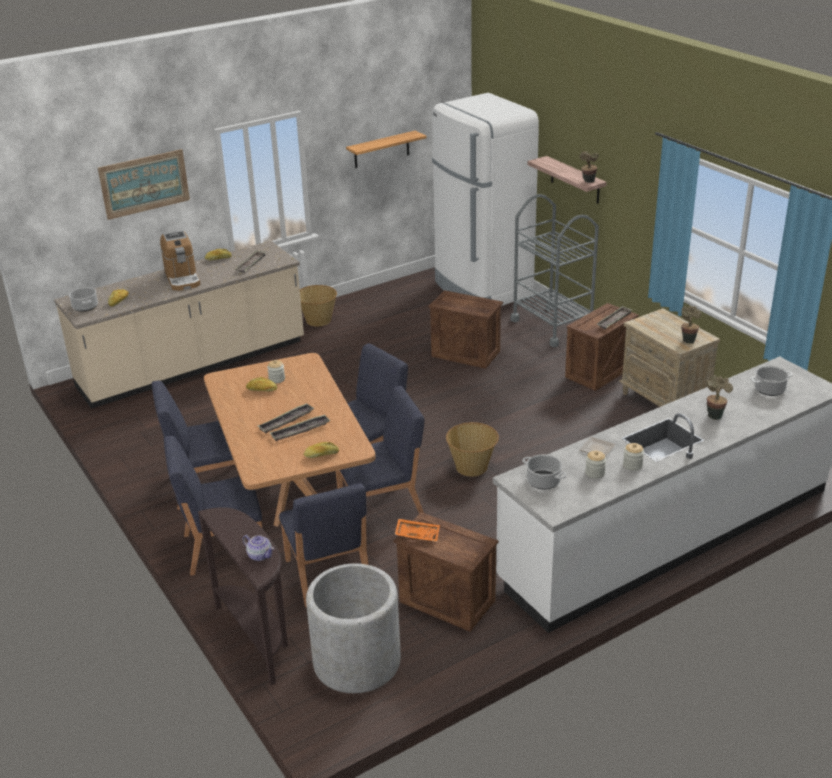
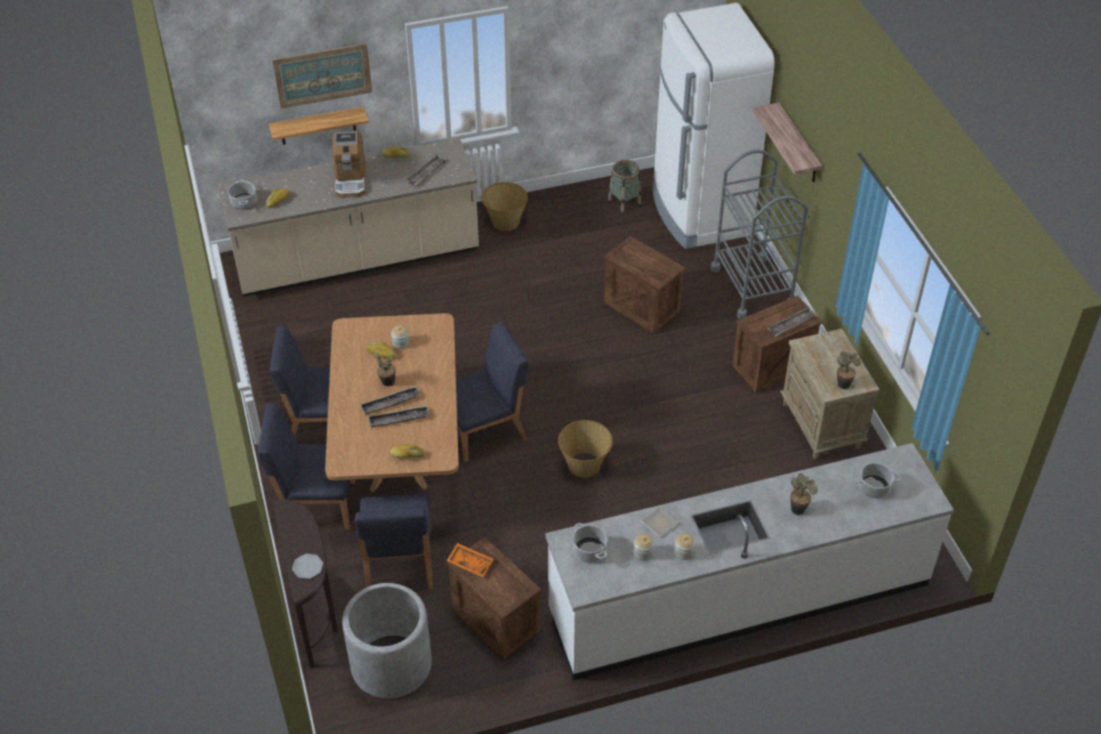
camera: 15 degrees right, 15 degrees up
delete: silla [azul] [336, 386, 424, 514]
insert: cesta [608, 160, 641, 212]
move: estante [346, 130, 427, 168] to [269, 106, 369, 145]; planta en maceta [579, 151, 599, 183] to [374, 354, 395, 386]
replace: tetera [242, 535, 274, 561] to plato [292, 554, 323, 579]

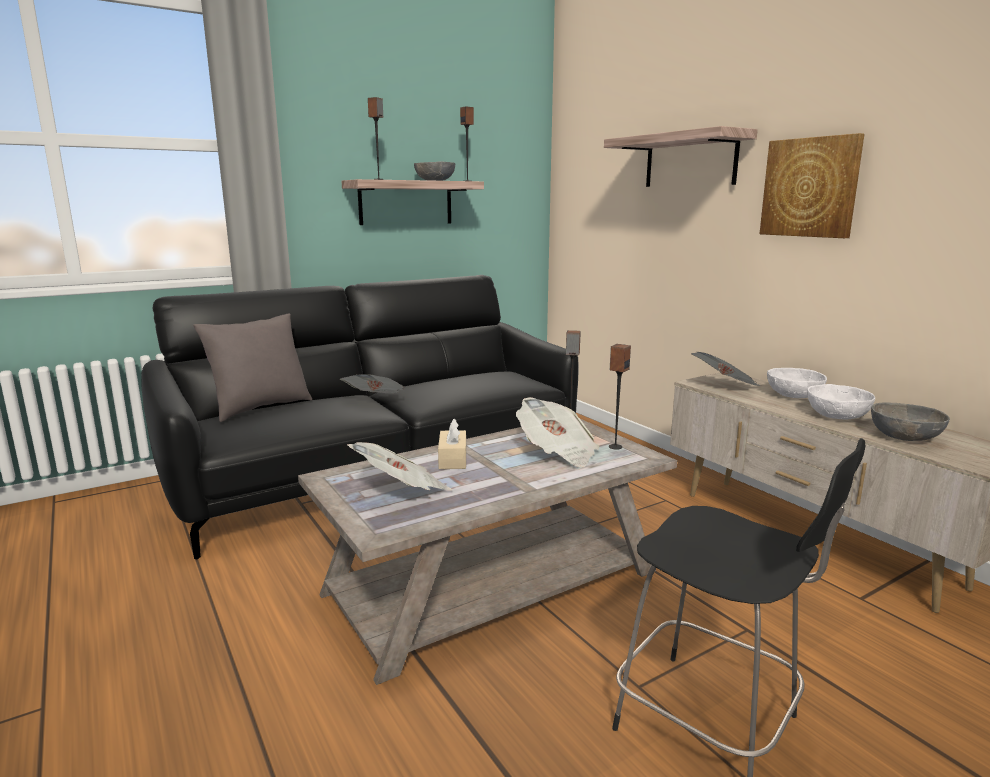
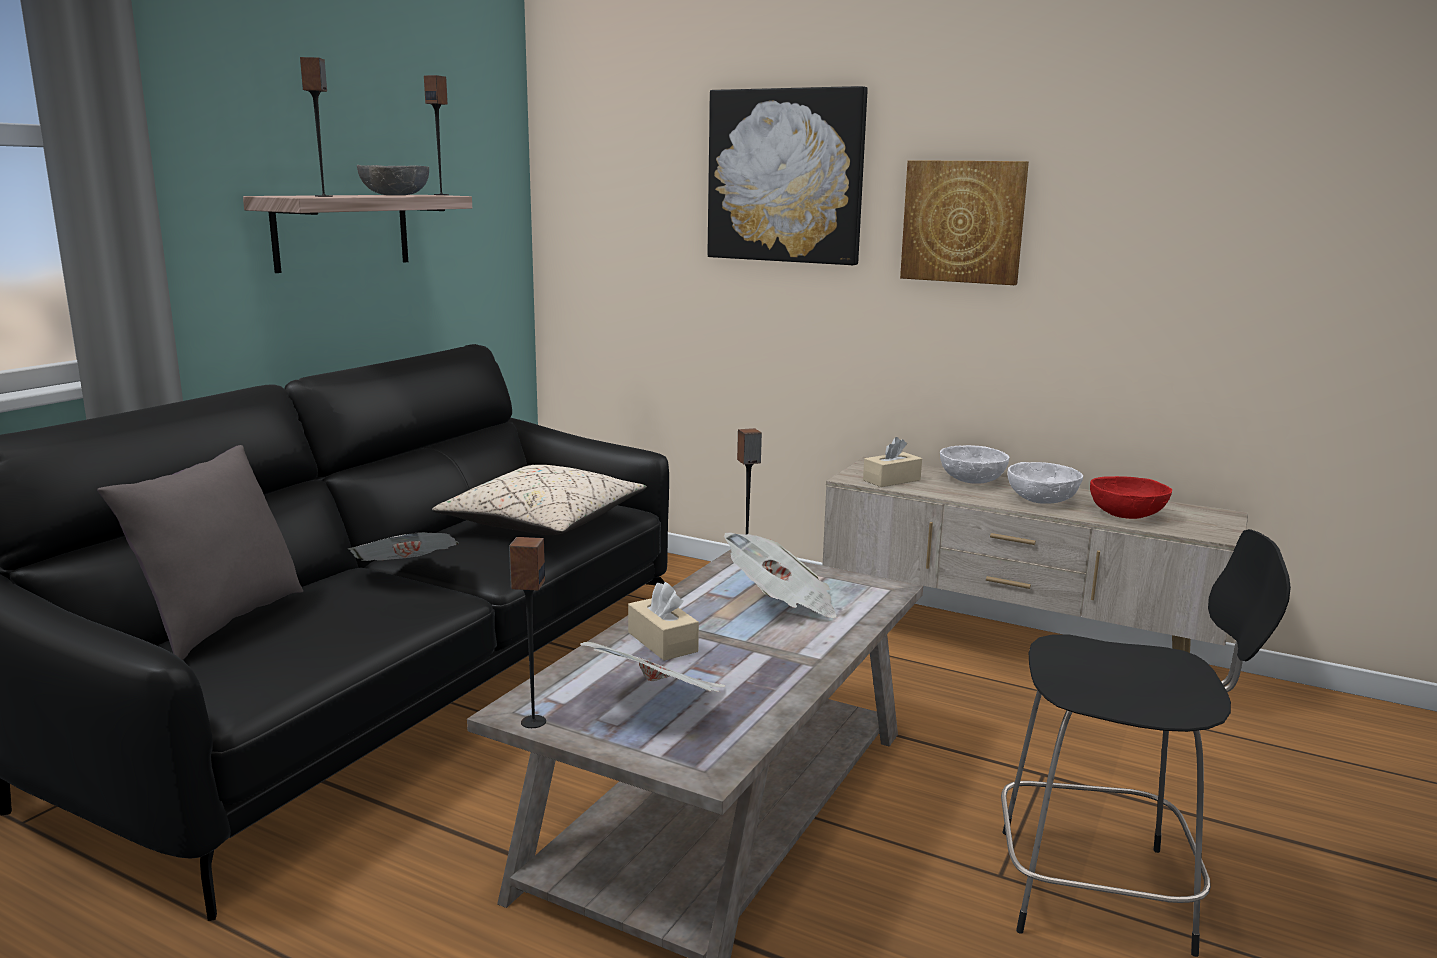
camera: 30 degrees left, 0 degrees up
insert: cojín [beis] [432, 465, 647, 535]
move: altavoz [609, 344, 631, 450] to [509, 537, 546, 728]
replace: estante [604, 126, 758, 187] to cuadro [707, 86, 868, 265]; periódico [691, 352, 761, 386] to caja de pañuelos [beis] [863, 437, 922, 487]
recolor: cuenco [gris] [871, 403, 950, 441] to cuenco [rojo] [1090, 476, 1172, 519]

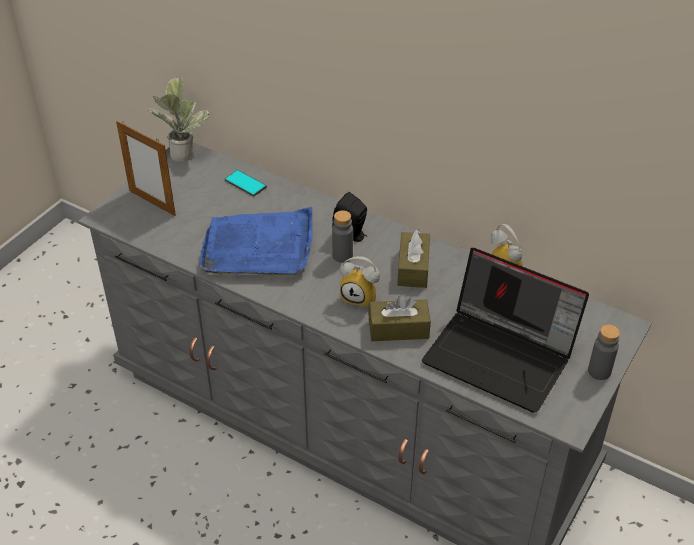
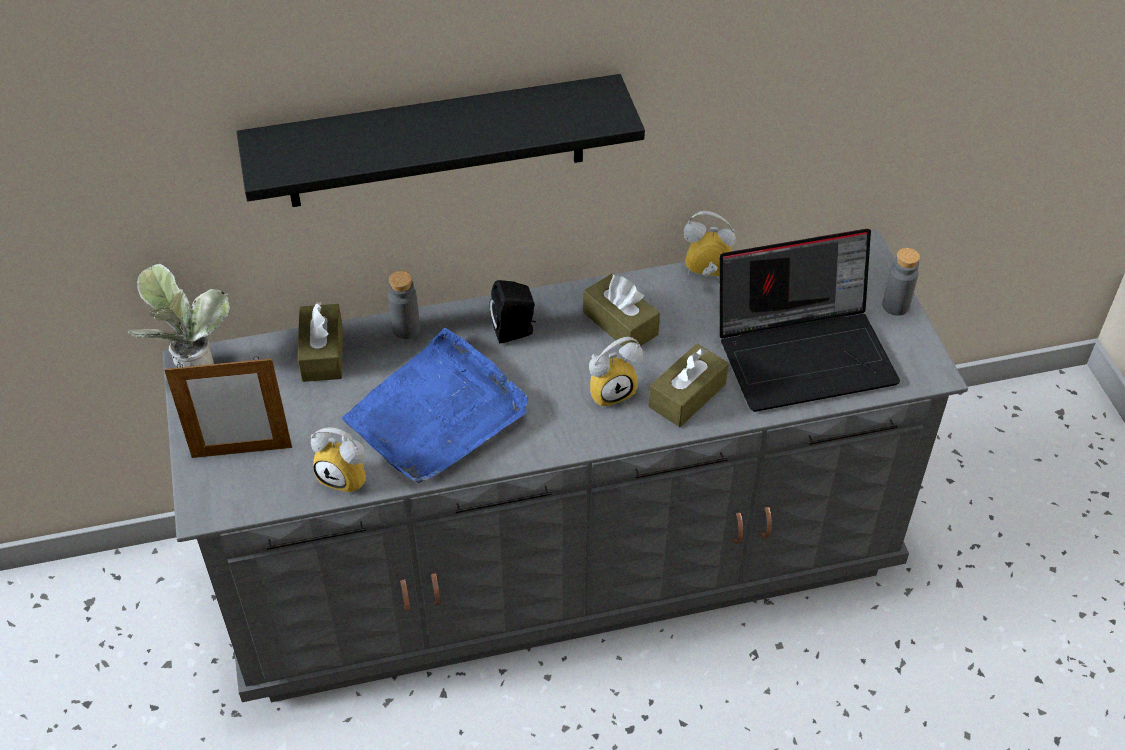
camera: 45 degrees left, 5 degrees up
insert: estante [negro] [237, 74, 645, 207]; despertador [311, 427, 366, 494]
move: botella [gris] [332, 210, 353, 263] to [388, 271, 420, 339]
replace: móvil [225, 170, 267, 197] to caja de pañuelos [marrón] [298, 302, 343, 382]

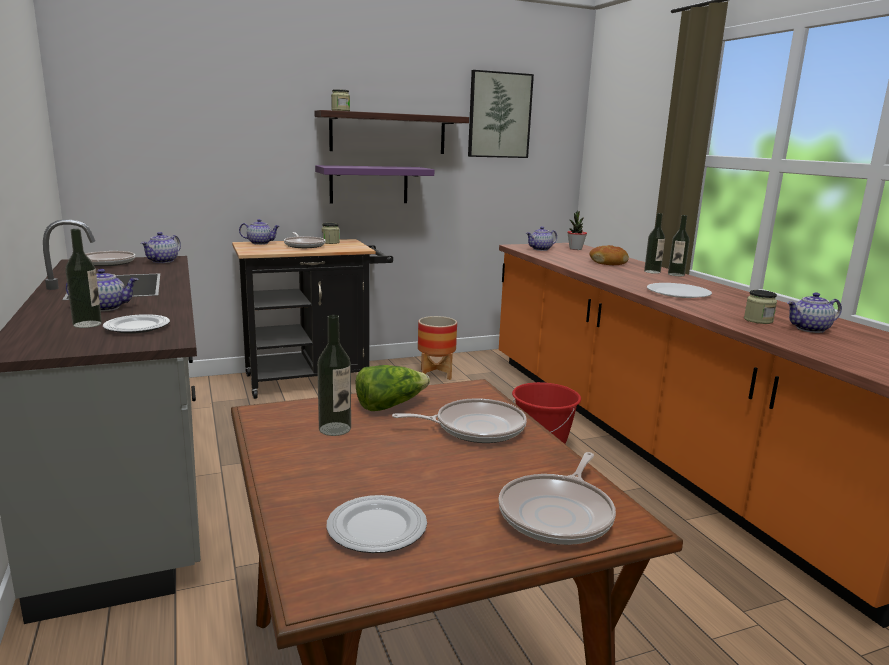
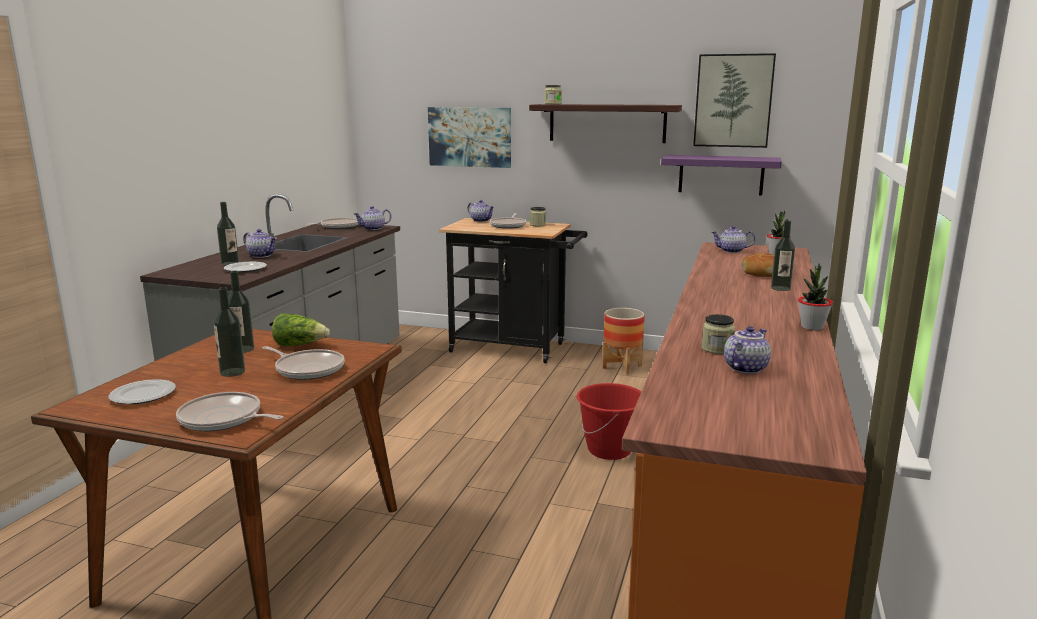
camera: 40 degrees right, 0 degrees up
delete: plato [blanco] [647, 283, 712, 298]
insert: cuadro [428, 107, 511, 168]; planta en maceta [798, 263, 833, 331]
move: estante [morado] [315, 165, 434, 204] to [661, 155, 782, 196]; botella [668, 215, 690, 276] to [214, 287, 245, 377]
rotate: sartén [498, 452, 616, 545] = [176, 392, 283, 431] 45 degrees clockwise; tetera [787, 292, 842, 333] = [724, 326, 771, 374] 105 degrees clockwise

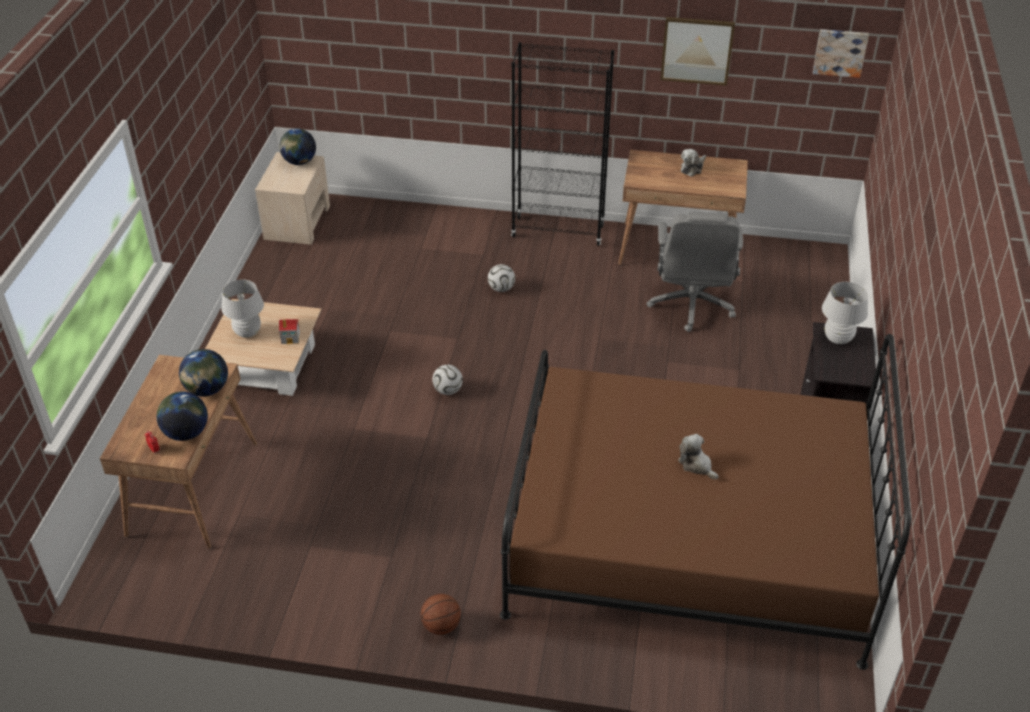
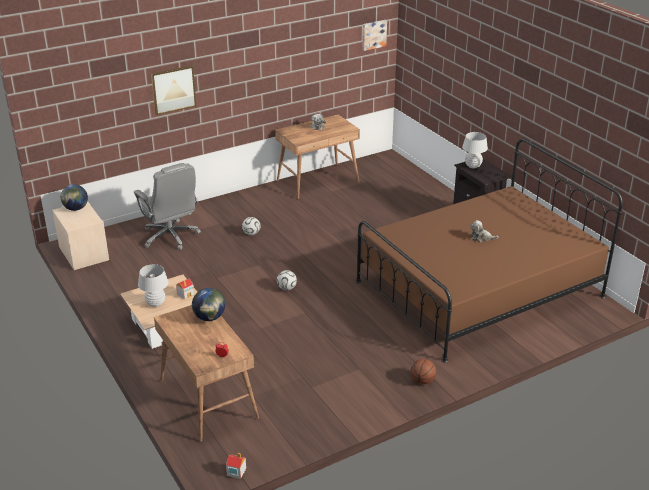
camera: 40 degrees left, 10 degrees down
delete: globo terráqueo [157, 391, 208, 441]; estantería [negro] [511, 42, 614, 246]
insert: casita [226, 453, 246, 479]
move: silla de oficina [gris] [646, 212, 743, 332] to [134, 163, 201, 250]; cuadro [660, 17, 735, 86] to [151, 65, 196, 115]

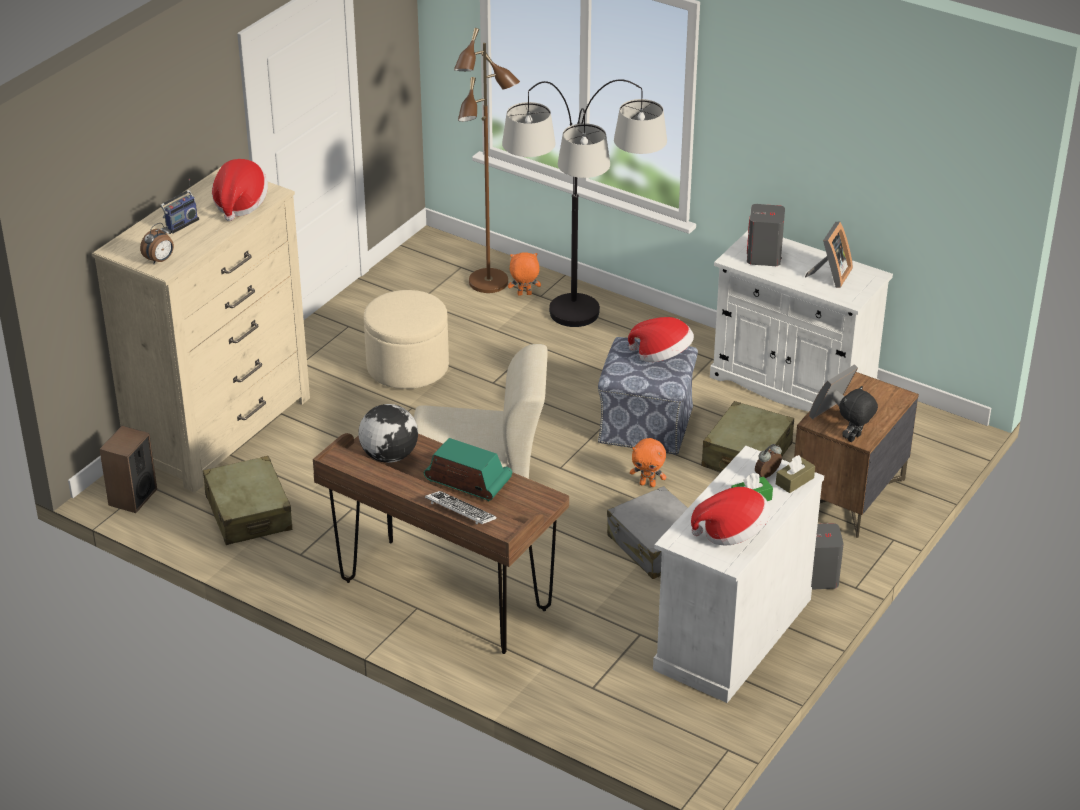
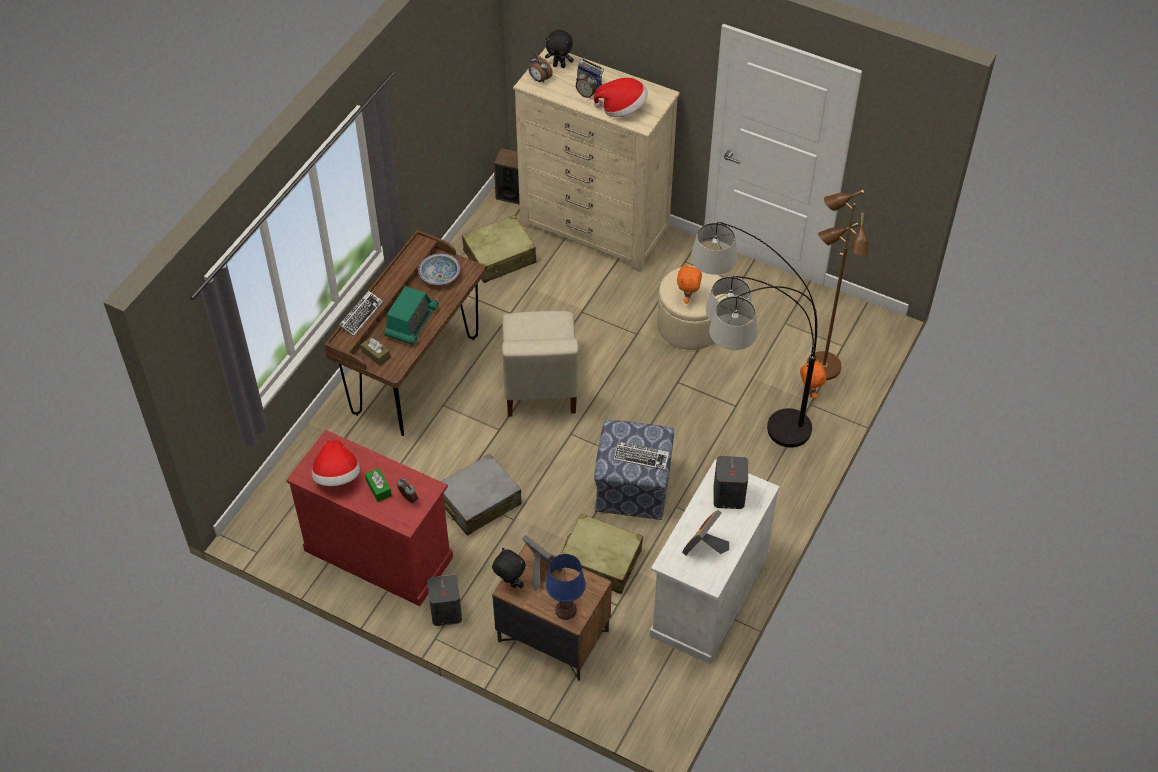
camera: 85 degrees right, 15 degrees up
insert: peluche [negro] [545, 30, 574, 68]; lámpara de mesa [azul] [546, 554, 586, 620]; despertador [576, 72, 596, 98]
move: peluche [naranja] [630, 438, 666, 487] to [677, 263, 702, 303]; caja de pañuelos [marrón] [776, 455, 815, 493] to [361, 337, 390, 366]
replace: globo terráqueo [358, 404, 418, 463] to cuenco [418, 254, 460, 285]; sombrero [628, 317, 694, 362] to teclado [614, 441, 669, 470]
recolor: armario [blanco] [653, 446, 824, 703] to armario [rojo] [286, 430, 453, 606]
rotate: portarretratos [805, 221, 853, 288] = [682, 510, 729, 555] 105 degrees clockwise

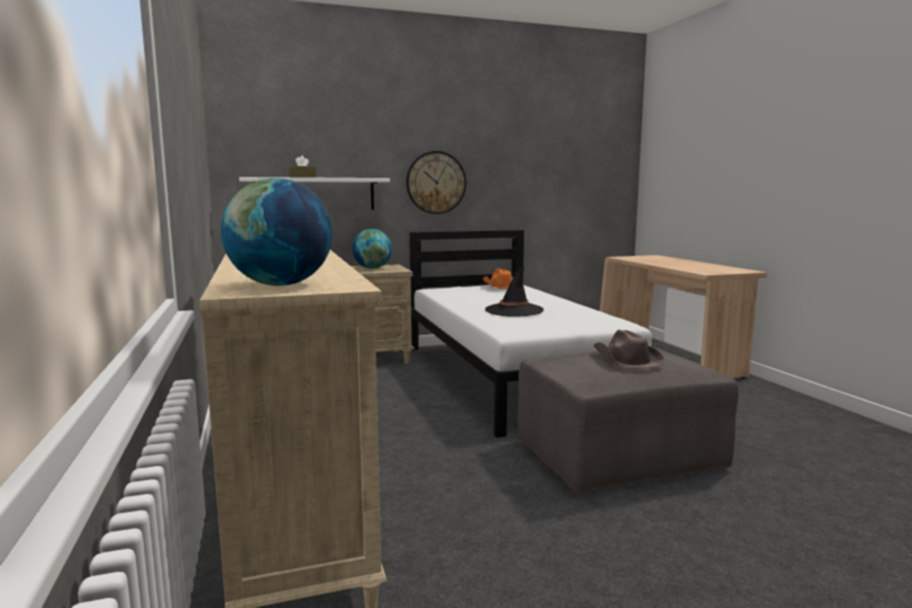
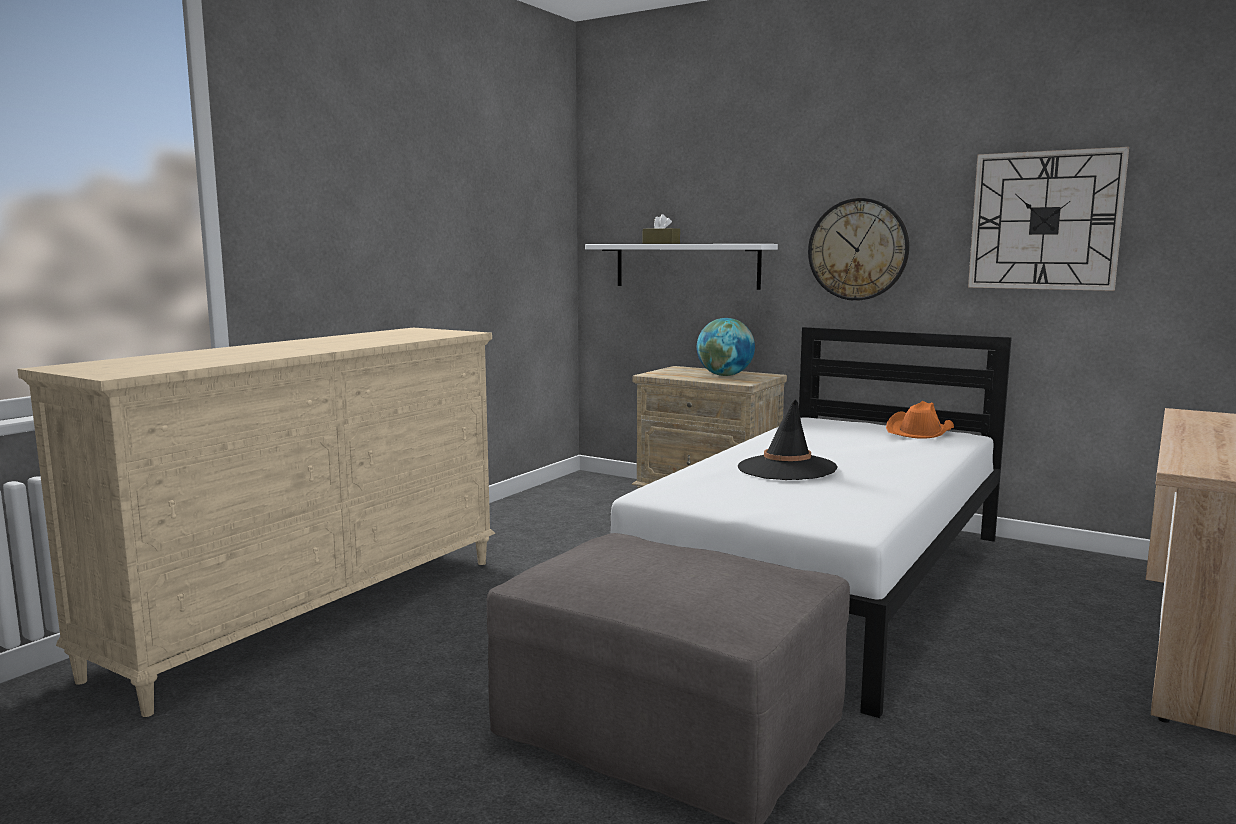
camera: 50 degrees right, 0 degrees up
delete: globo terráqueo [221, 178, 332, 286]; sombrero [marrón] [594, 330, 665, 369]
insert: reloj de pared [968, 147, 1129, 291]

